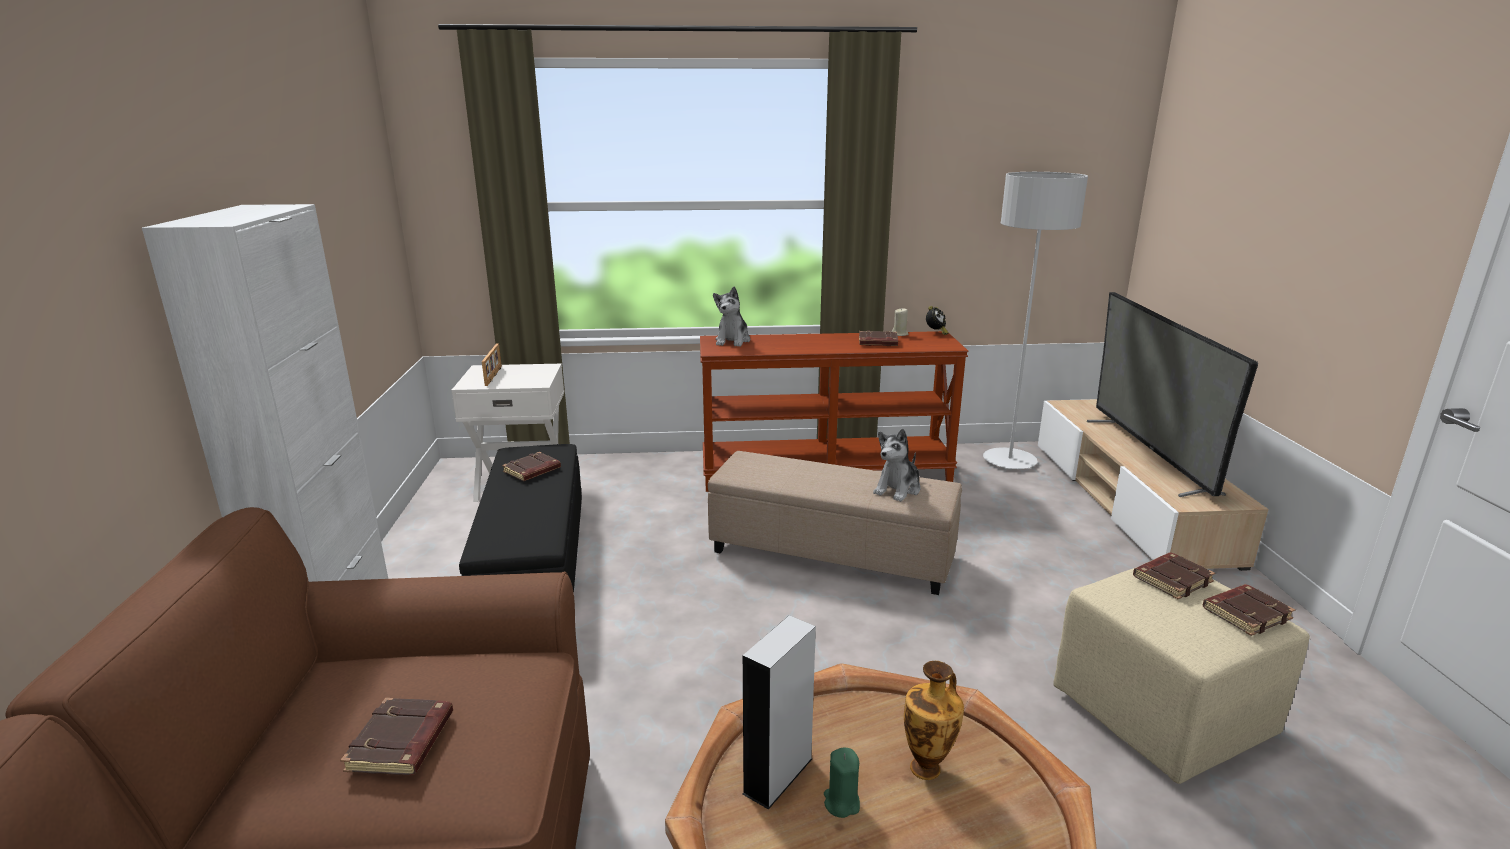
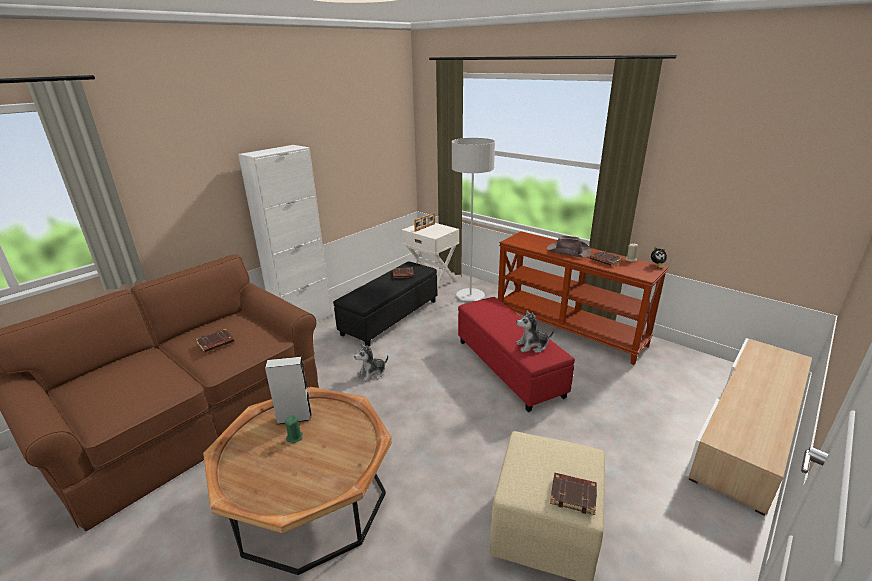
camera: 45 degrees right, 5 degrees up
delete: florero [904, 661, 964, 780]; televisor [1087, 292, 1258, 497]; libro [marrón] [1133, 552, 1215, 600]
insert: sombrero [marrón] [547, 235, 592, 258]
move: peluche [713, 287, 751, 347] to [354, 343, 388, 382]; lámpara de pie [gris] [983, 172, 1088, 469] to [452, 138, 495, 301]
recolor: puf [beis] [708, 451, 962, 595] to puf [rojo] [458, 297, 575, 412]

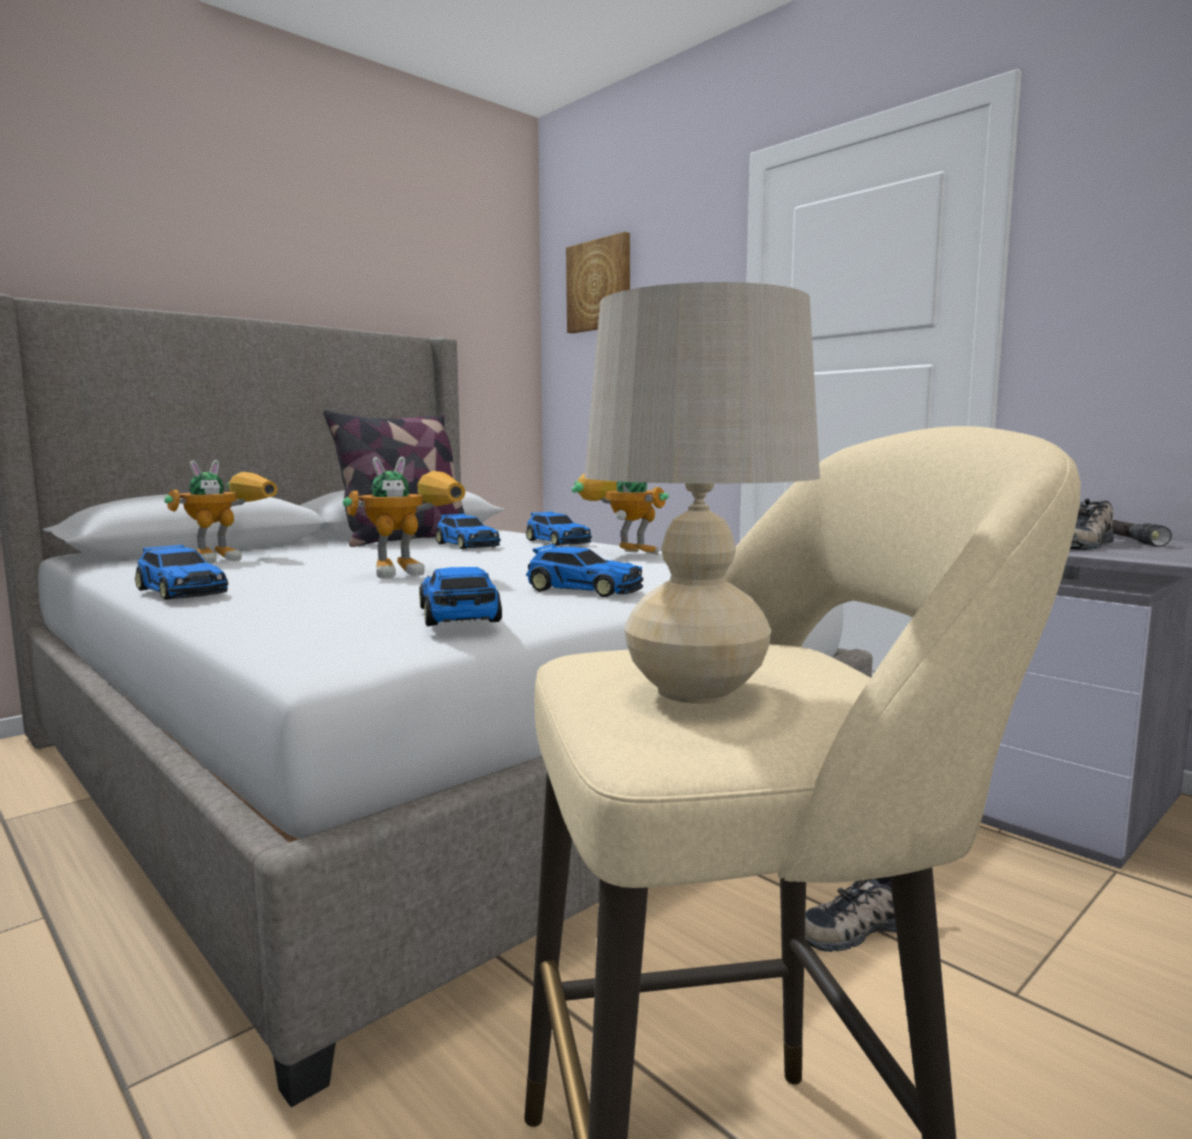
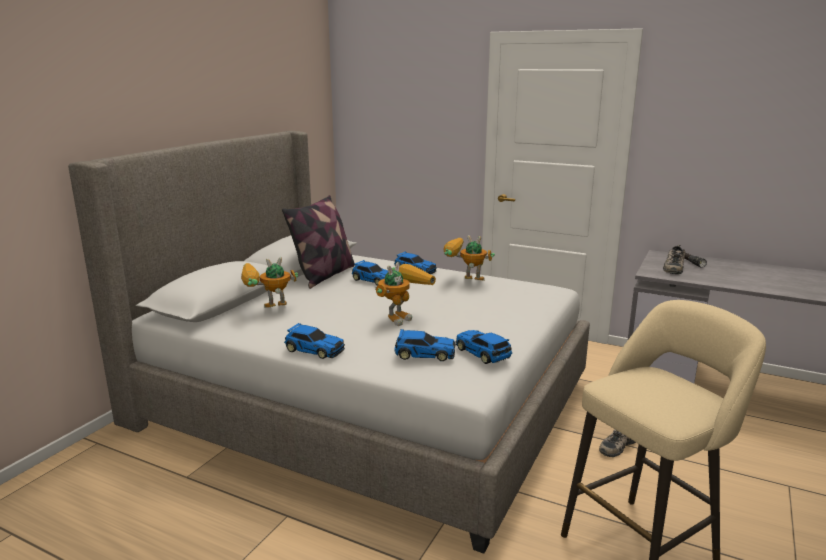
camera: 20 degrees left, 10 degrees up
delete: cuadro [566, 232, 630, 333]; lámpara de mesa [beis] [584, 282, 820, 703]
move: coche de juguete [526, 544, 643, 597] to [394, 329, 456, 361]
rotate: robot de juguete [164, 460, 278, 564] = [241, 257, 298, 308] 135 degrees counterclockwise

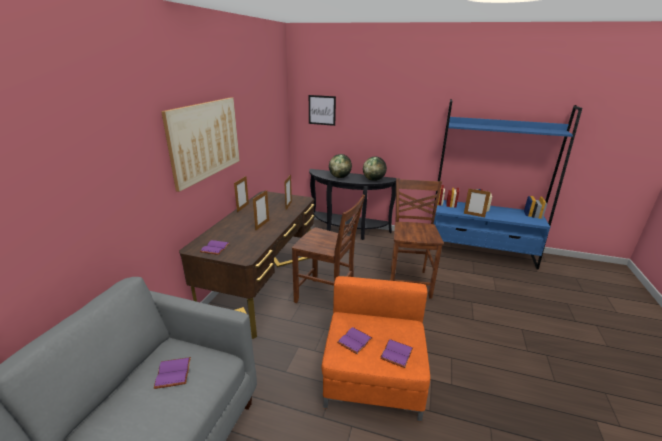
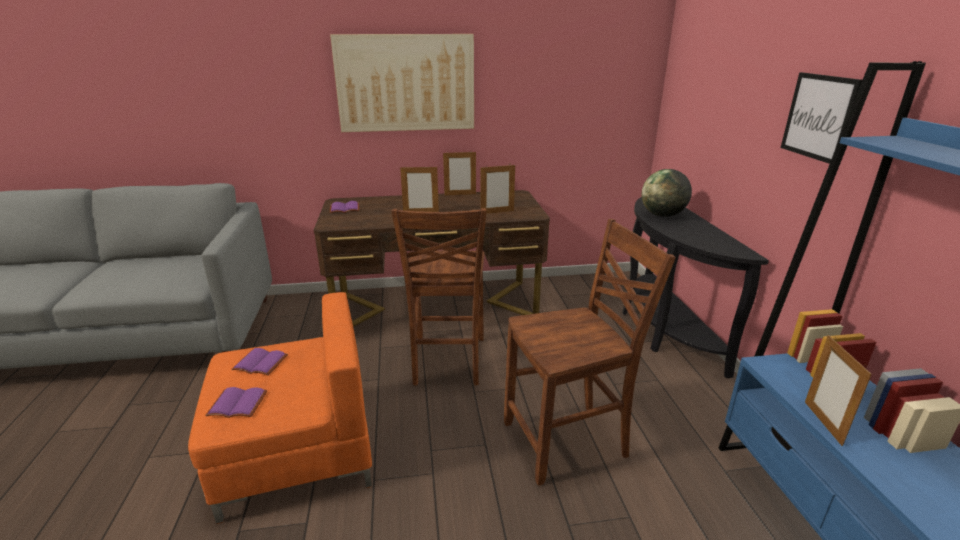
camera: 65 degrees right, 0 degrees up
delete: libro [morado] [154, 357, 191, 389]; globo terráqueo [363, 157, 387, 181]
move: cuadro [309, 95, 336, 126] to [781, 72, 862, 164]

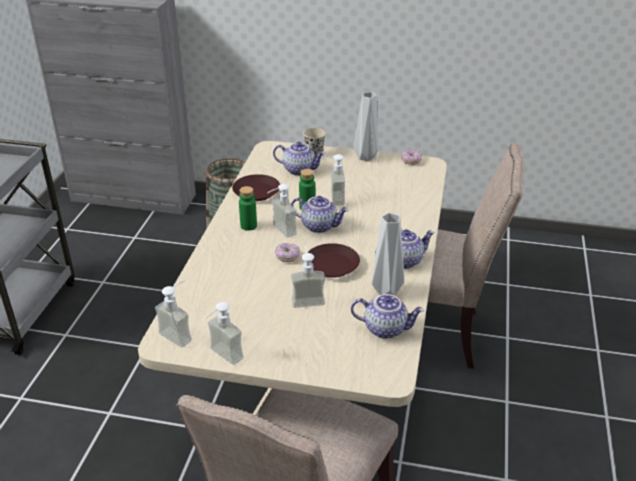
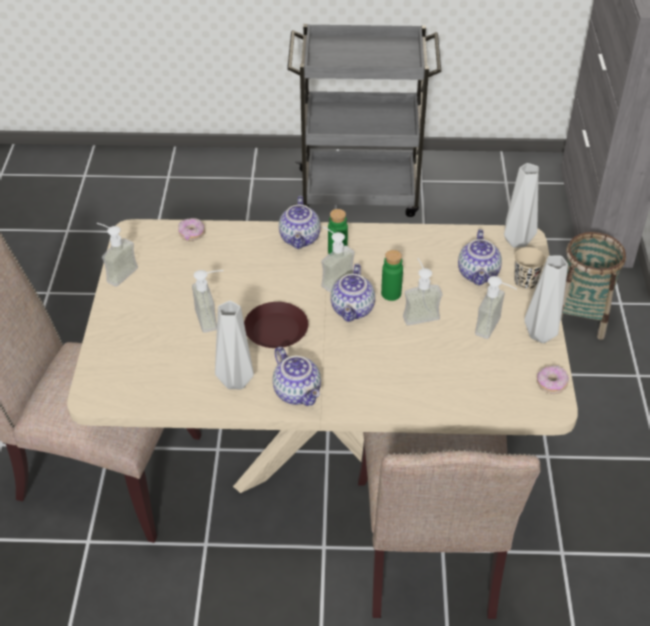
camera: 80 degrees right, 10 degrees up
delete: plato [marrón] [232, 174, 280, 201]
insert: florero [gris] [504, 163, 539, 248]
move: dispensador de jabón [155, 280, 192, 347] to [475, 276, 517, 339]; rosquilla [275, 243, 300, 262] to [178, 218, 205, 241]; tetera [351, 294, 424, 339] to [279, 196, 320, 249]

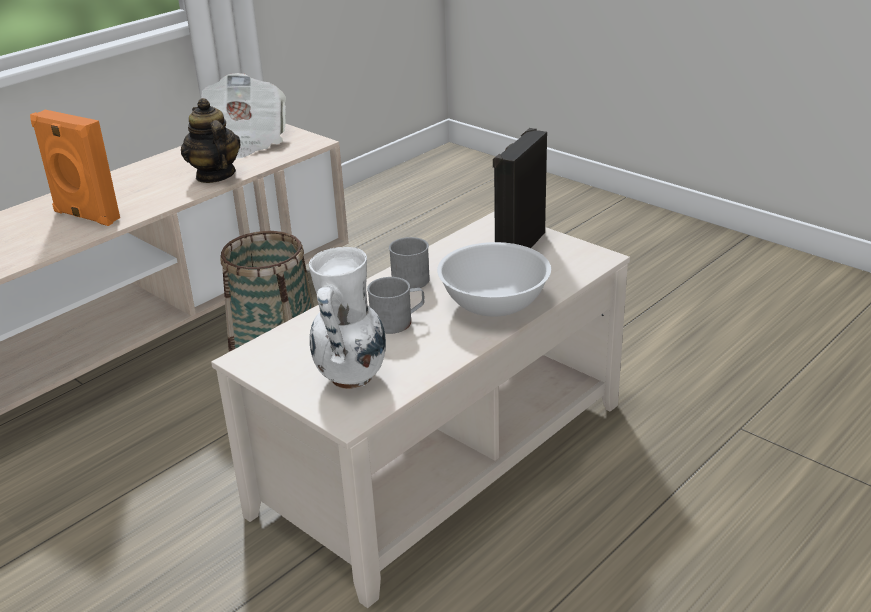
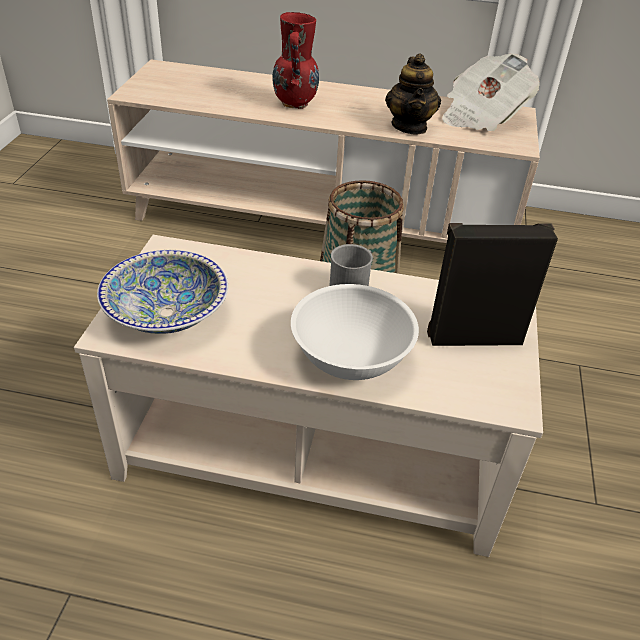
camera: 55 degrees right, 10 degrees up
delete: taza grande [gris] [367, 277, 425, 334]
replace: altavoz [naranja] [30, 110, 120, 226] to florero [rojo] [272, 12, 319, 109]; florero [blanco] [309, 247, 386, 389] to cuenco [97, 250, 228, 334]
rotate: tetera [181, 98, 241, 183] = [385, 53, 441, 134] 150 degrees clockwise

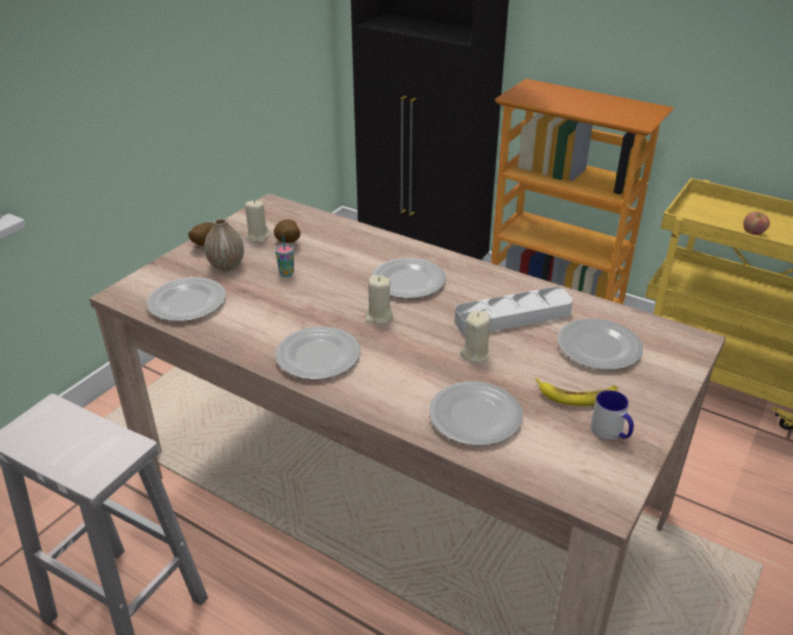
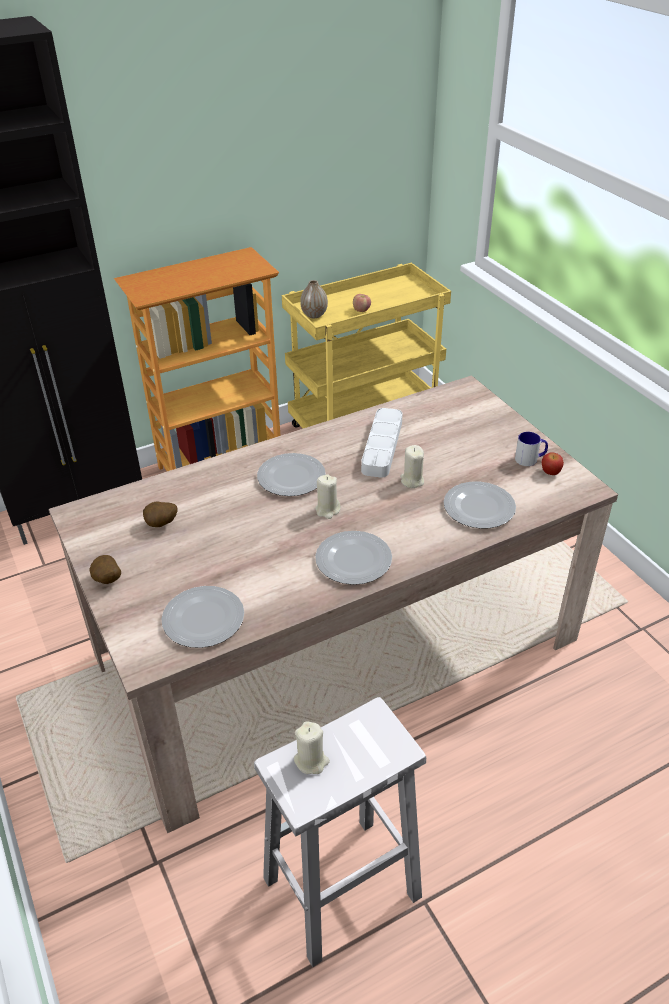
camera: 60 degrees left, 5 degrees up
delete: taza [275, 235, 294, 277]; plátano [535, 378, 617, 406]; plato [557, 319, 643, 370]
insert: manzana [541, 452, 564, 475]
move: florero [204, 218, 244, 271] to [300, 280, 328, 318]; vela [beis] [245, 200, 270, 243] to [294, 721, 330, 774]

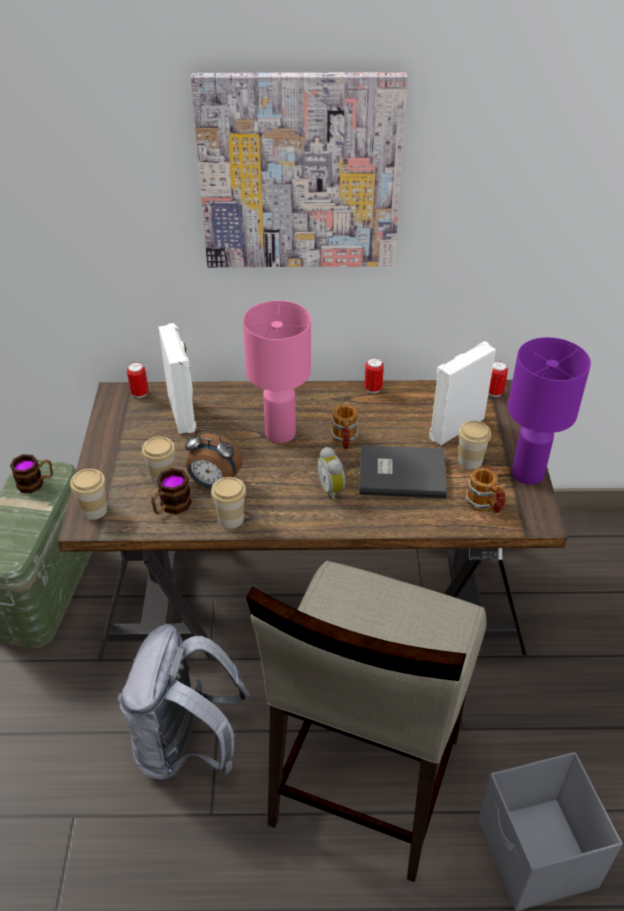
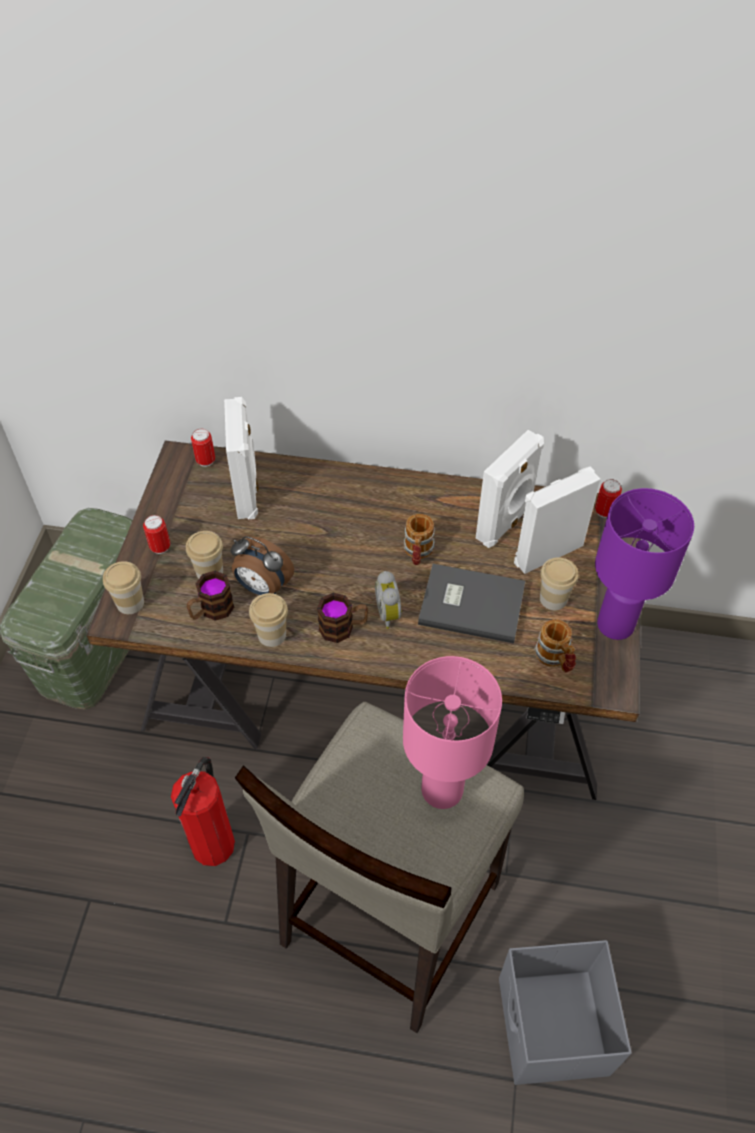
camera: 10 degrees right, 10 degrees up
delete: cuadro [191, 72, 408, 267]
insert: altavoz [blanco] [476, 430, 544, 548]
move: taza grande [10, 454, 53, 493] to [317, 593, 368, 643]; lámpara de mesa [rosa] [243, 301, 311, 443] to [403, 656, 502, 809]; lata [365, 358, 384, 393] to [143, 515, 170, 554]
replace: mochila [gris] [118, 624, 250, 781] to extintor [171, 757, 235, 866]

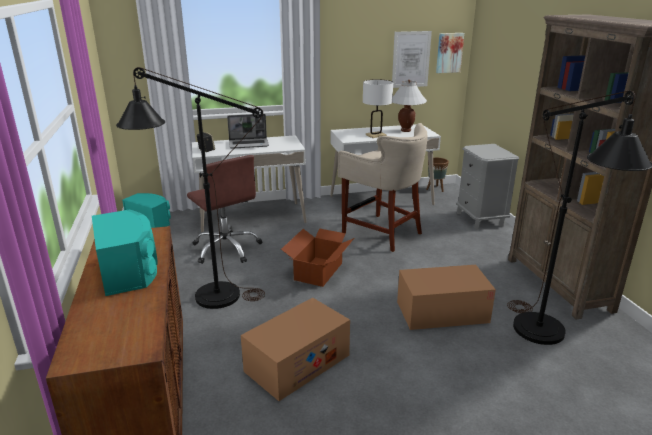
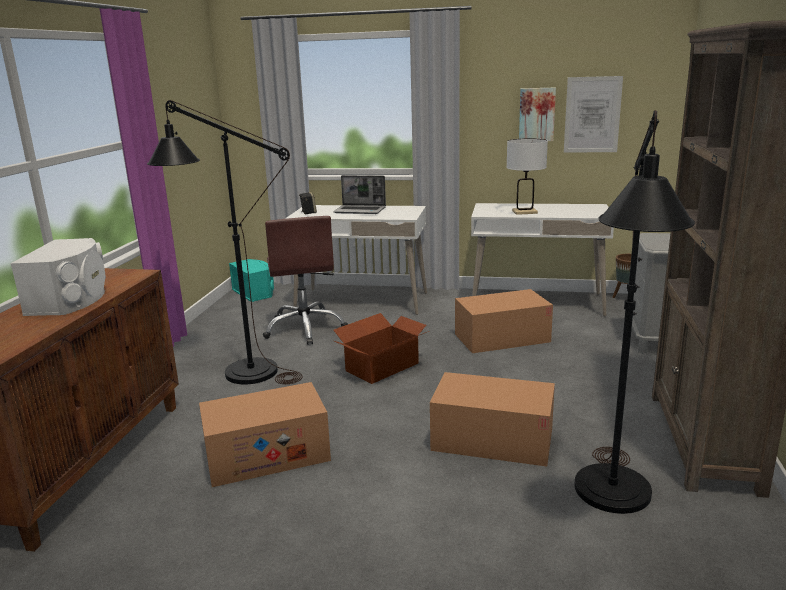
camera: 25 degrees right, 5 degrees down
delete: lámpara de mesa [blanco] [392, 80, 427, 132]
move: cuadro [436, 33, 464, 73] to [519, 88, 556, 141]
replace: taburete [beis] [338, 123, 428, 252] to caja de cartón [455, 289, 553, 353]
recolor: altavoz [turquesa] [92, 209, 158, 296] to altavoz [blanco] [10, 238, 106, 316]

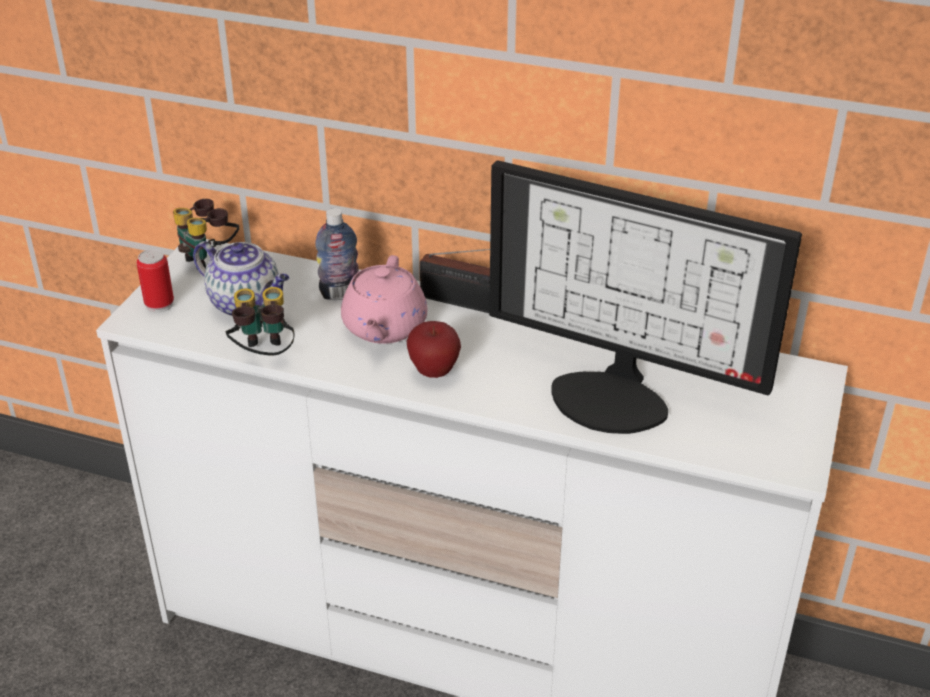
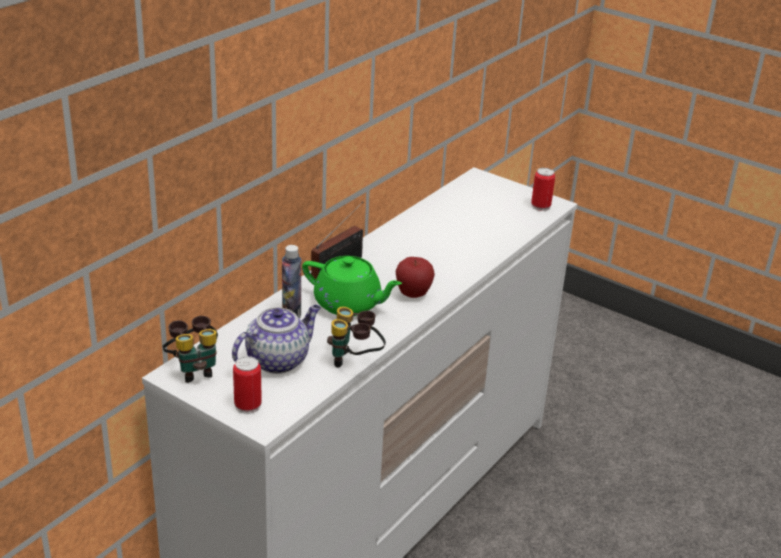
camera: 75 degrees left, 5 degrees down
delete: monitor [489, 160, 802, 434]
insert: lata [531, 168, 555, 211]
recolor: tetera [rosa] [341, 255, 428, 344] to tetera [verde] [302, 256, 402, 316]

